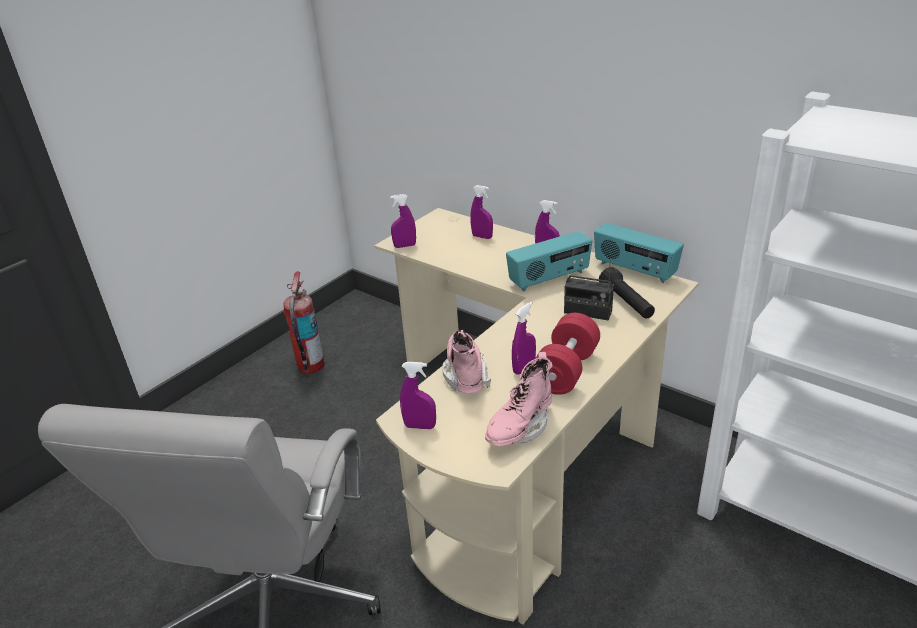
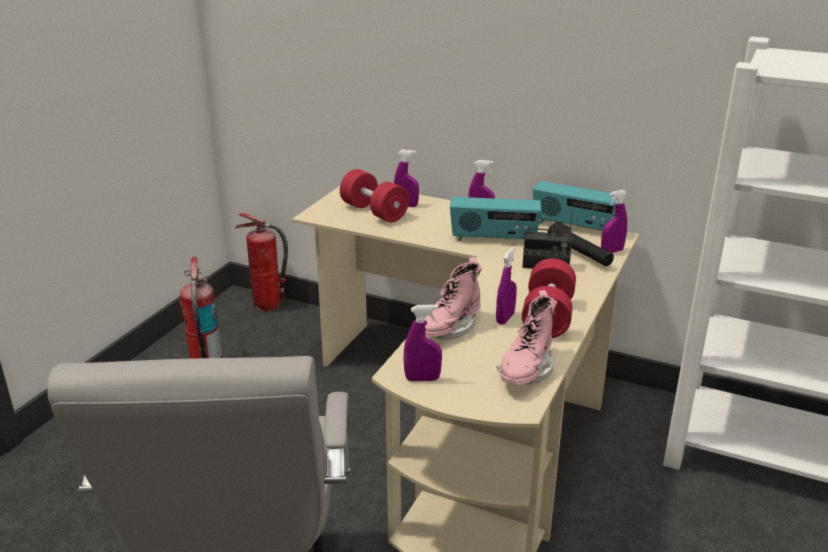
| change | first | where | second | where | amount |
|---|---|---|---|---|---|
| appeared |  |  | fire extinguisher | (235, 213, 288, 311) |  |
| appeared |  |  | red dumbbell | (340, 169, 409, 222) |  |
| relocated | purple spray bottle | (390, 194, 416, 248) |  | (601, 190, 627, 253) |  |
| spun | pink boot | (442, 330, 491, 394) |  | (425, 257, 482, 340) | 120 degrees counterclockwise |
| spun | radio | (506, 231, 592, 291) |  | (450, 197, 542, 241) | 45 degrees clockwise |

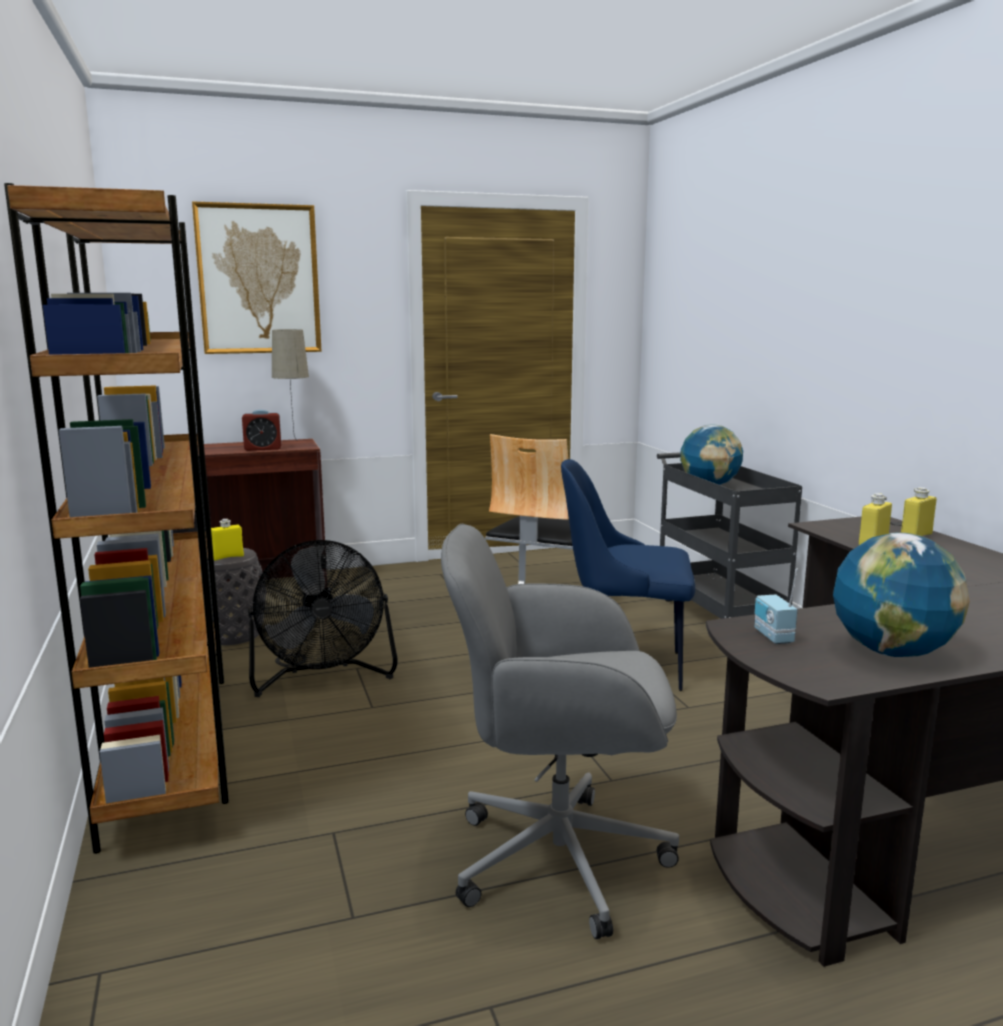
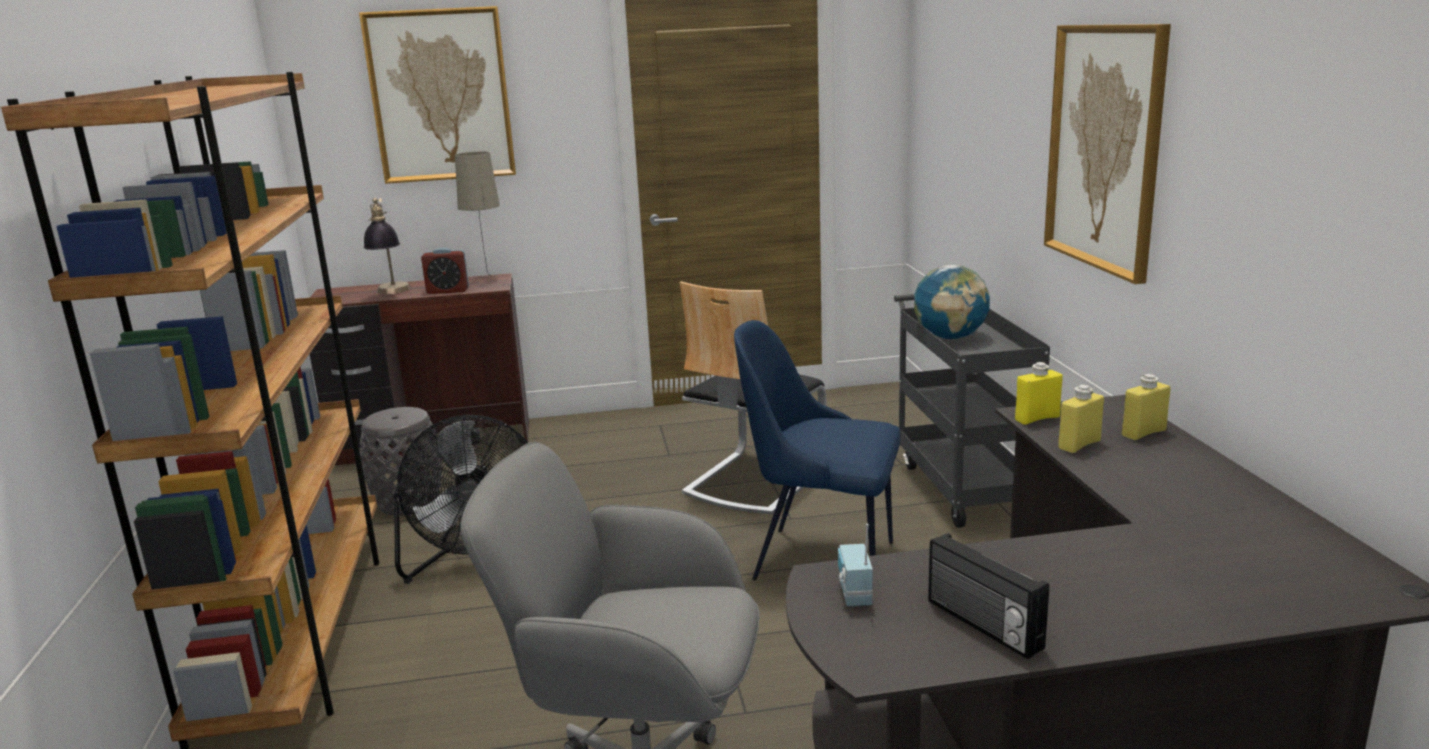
| change | first | where | second | where | amount |
|---|---|---|---|---|---|
| appeared |  |  | table lamp | (364, 198, 411, 294) |  |
| appeared |  |  | picture | (1044, 24, 1171, 284) |  |
| relocated | yellow bottle | (211, 519, 244, 560) |  | (1015, 362, 1063, 425) |  |
| exchanged | globe | (833, 532, 970, 657) | radio | (928, 533, 1049, 659) |  |

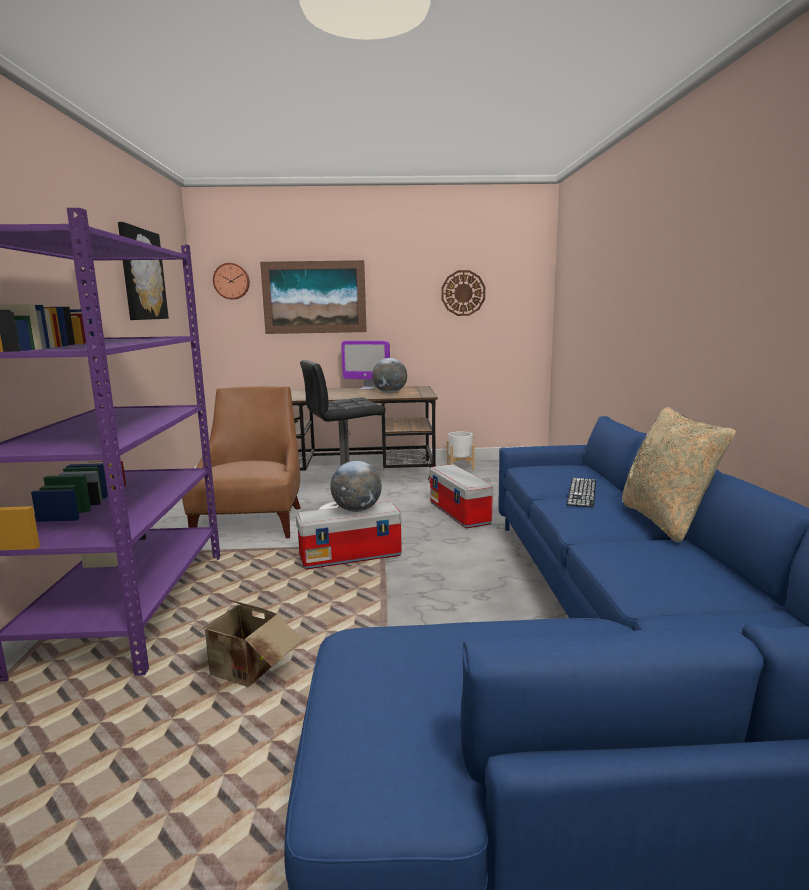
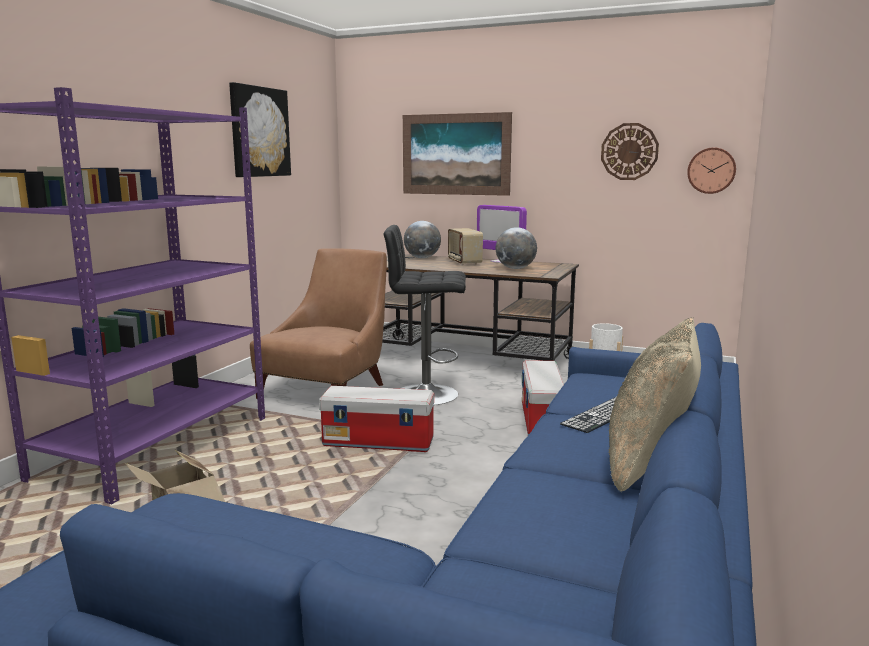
| change | first | where | second | where | amount |
|---|---|---|---|---|---|
| appeared |  |  | radio | (448, 228, 483, 265) |  |
| relocated | wall clock | (213, 263, 250, 300) |  | (687, 148, 736, 194) |  |
| relocated | globe | (331, 461, 382, 512) |  | (404, 221, 441, 258) |  |

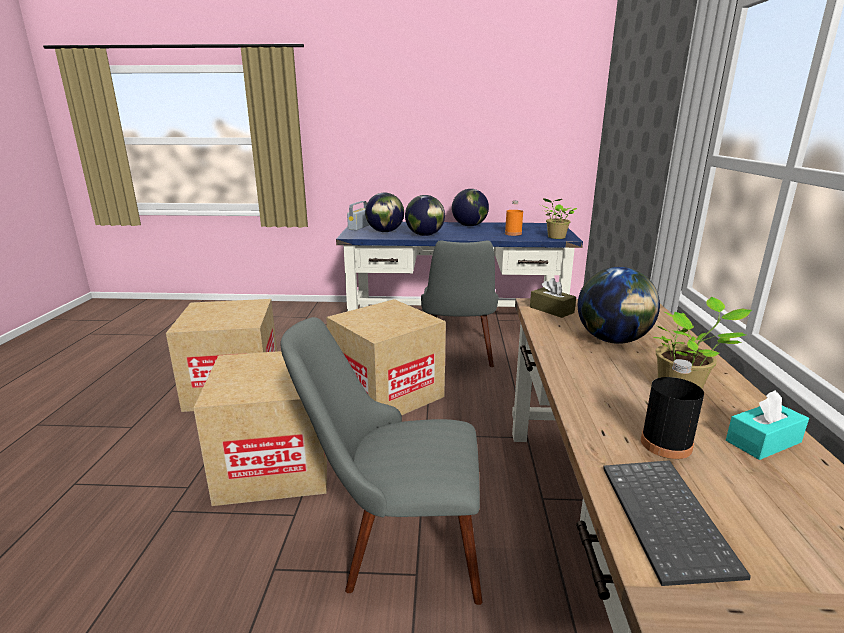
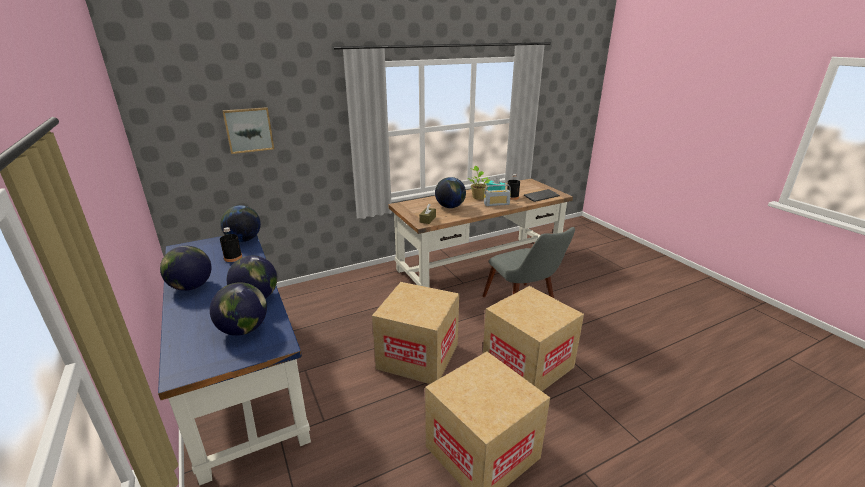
| change | first | where | second | where | amount |
|---|---|---|---|---|---|
| missing | grey chair | (421, 240, 498, 367) |  |  |  |
| appeared |  |  | picture | (222, 107, 274, 154) |  |
| relocated | radio | (347, 201, 369, 230) |  | (484, 184, 511, 206) |  |
| exchanged | potted plant | (541, 198, 577, 239) | globe | (221, 205, 261, 242) |  |
| colour | orange bottle | (505, 201, 523, 236) | black bottle | (220, 227, 242, 262) |  |

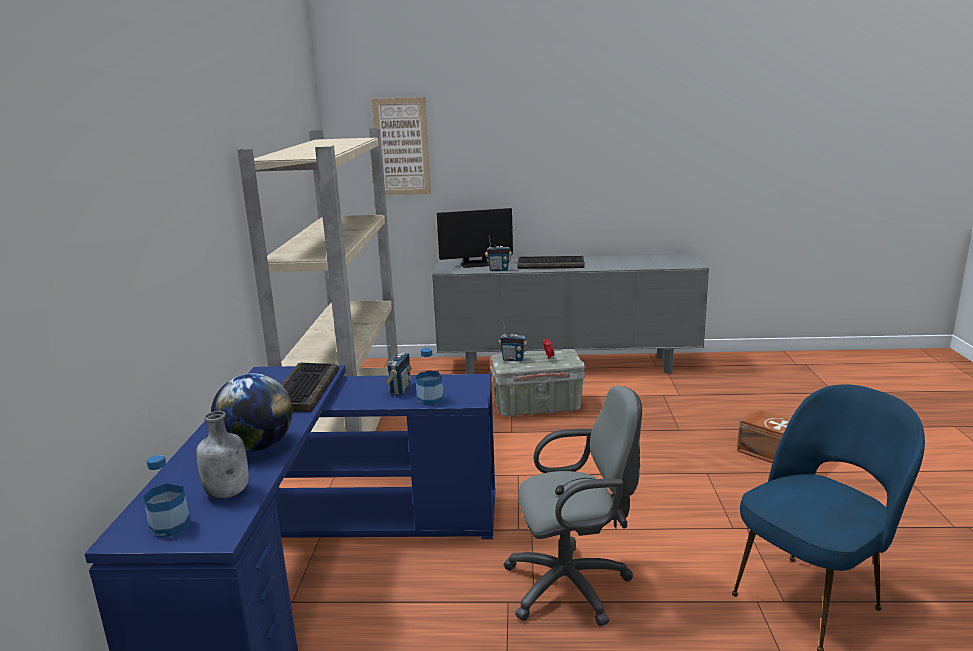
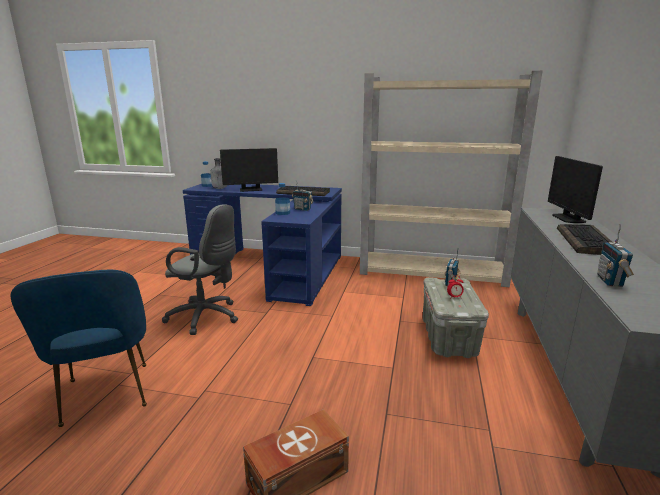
| change | first | where | second | where | amount |
|---|---|---|---|---|---|
| missing | picture | (372, 97, 431, 195) |  |  |  |
| relocated | radio | (485, 237, 512, 271) |  | (597, 224, 634, 287) |  |
| exchanged | globe | (211, 373, 293, 452) | monitor | (220, 148, 278, 192) |  |
| spun | grey office chair | (503, 386, 642, 626) |  | (162, 205, 238, 335) | 75 degrees counterclockwise |

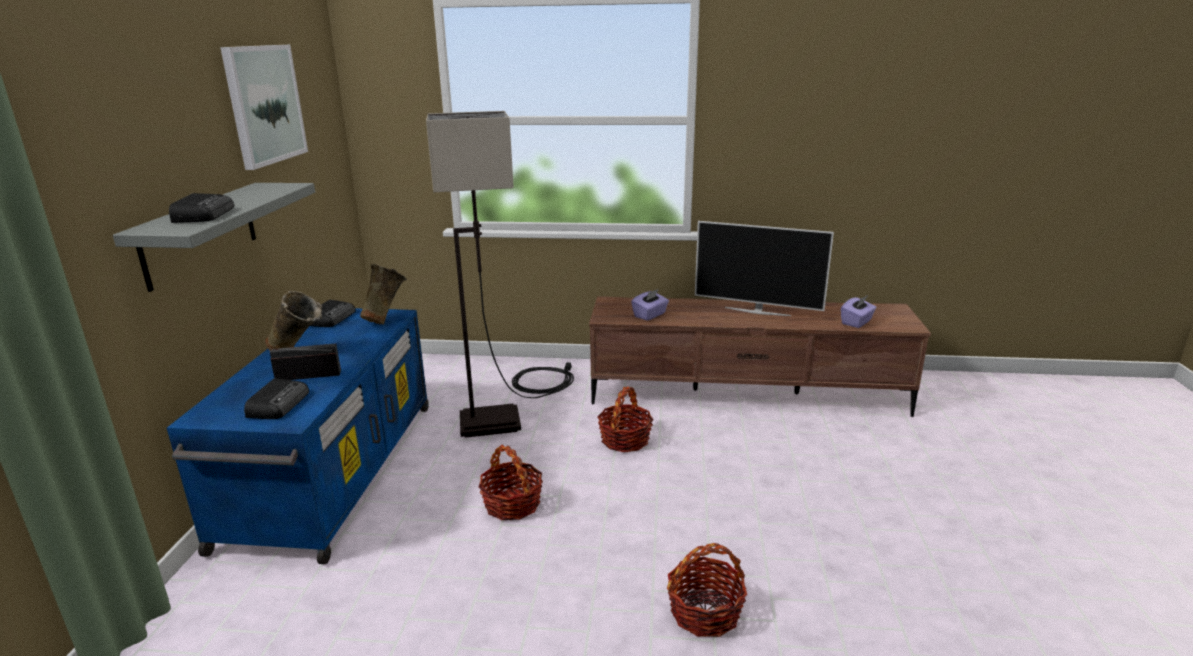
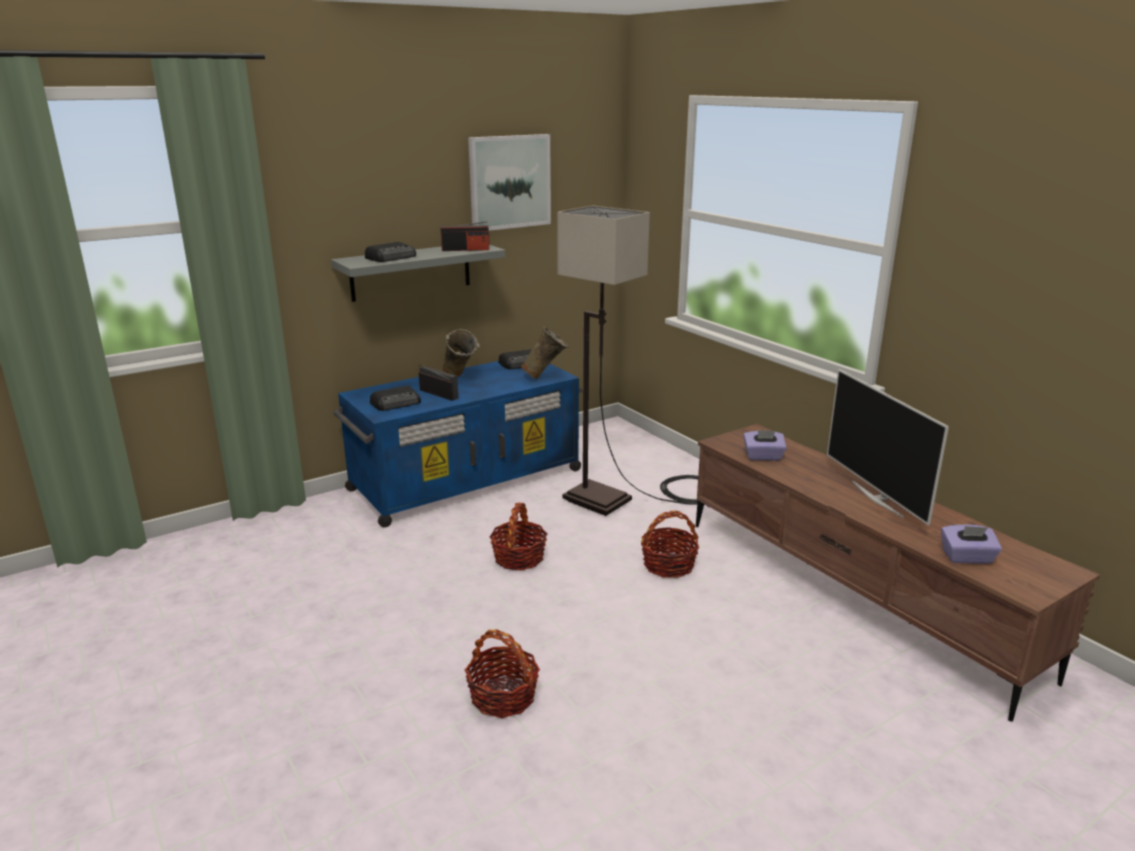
| change | first | where | second | where | amount |
|---|---|---|---|---|---|
| appeared |  |  | radio | (440, 221, 489, 251) |  |

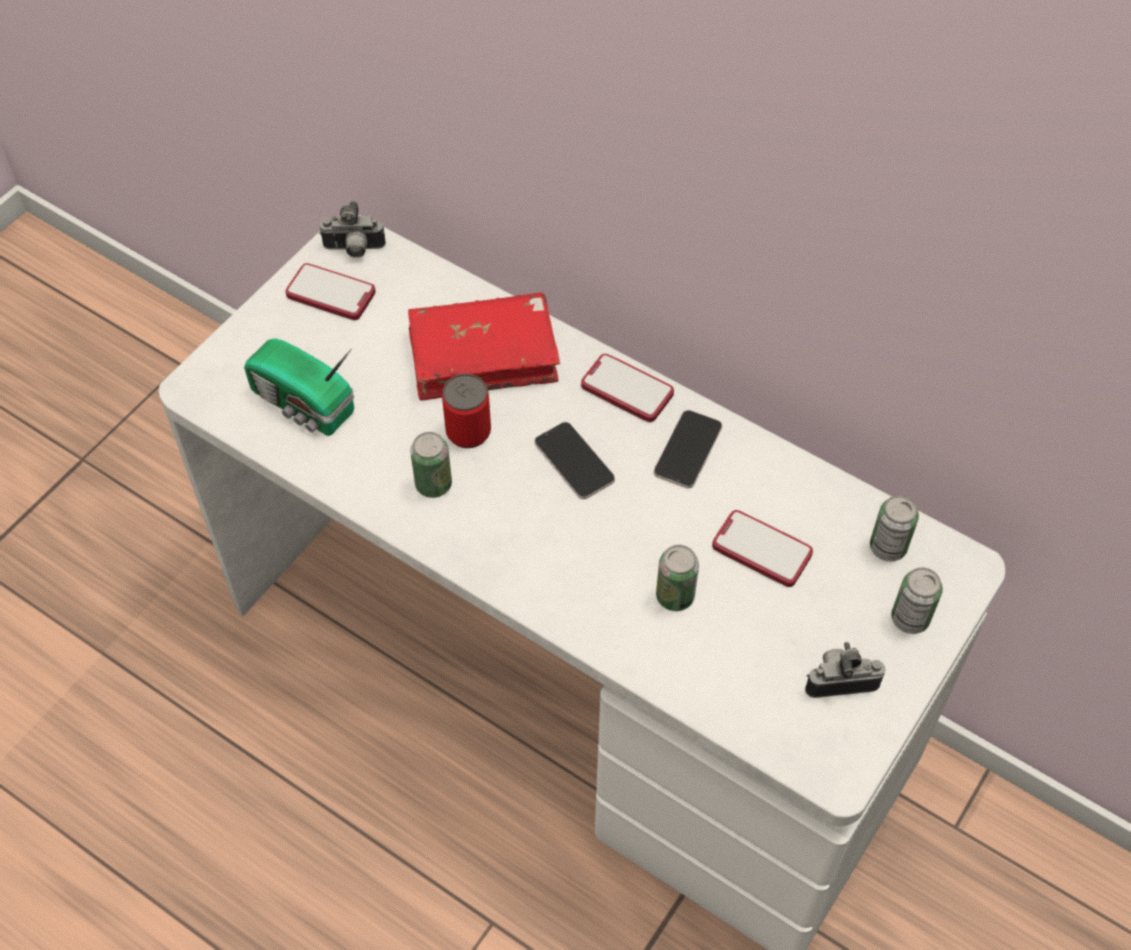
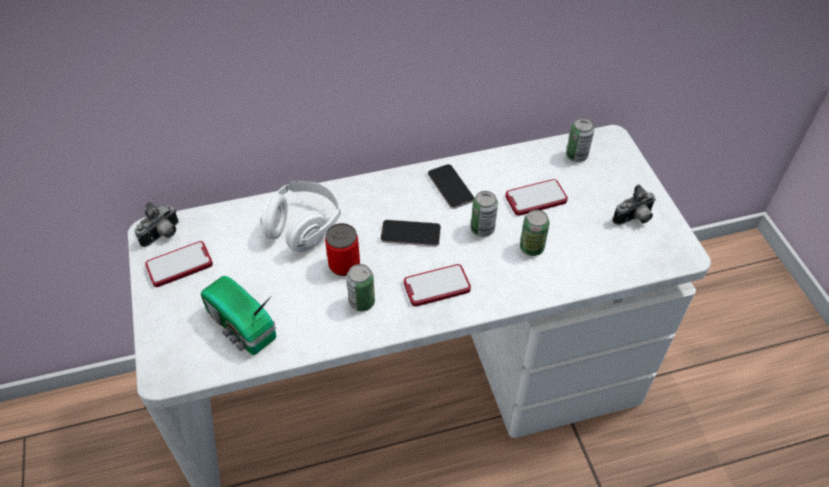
| change | first | where | second | where | amount |
|---|---|---|---|---|---|
| relocated | phone | (581, 354, 674, 422) |  | (404, 264, 471, 307) |  |
| relocated | can | (891, 567, 943, 634) |  | (471, 191, 498, 237) |  |
| exchanged | red book | (408, 292, 560, 401) | white headphones | (260, 181, 341, 252) |  |
| spun | radio | (244, 338, 354, 436) |  | (201, 276, 276, 355) | 60 degrees clockwise |
| spun | photo camera | (805, 642, 885, 698) |  | (612, 184, 656, 225) | 150 degrees counterclockwise |

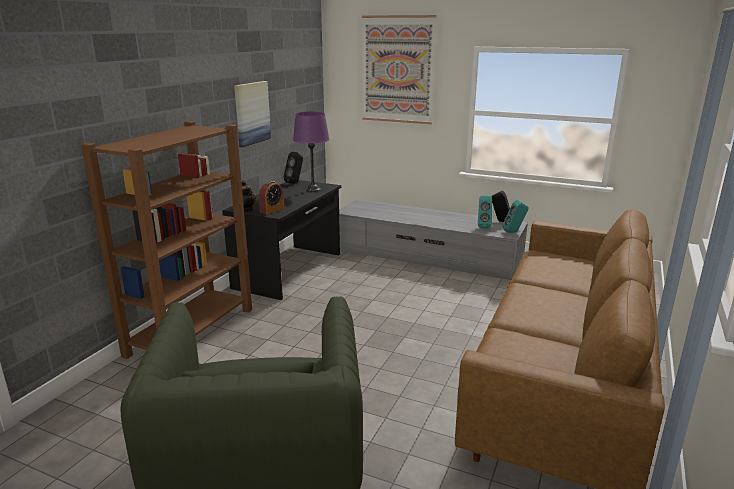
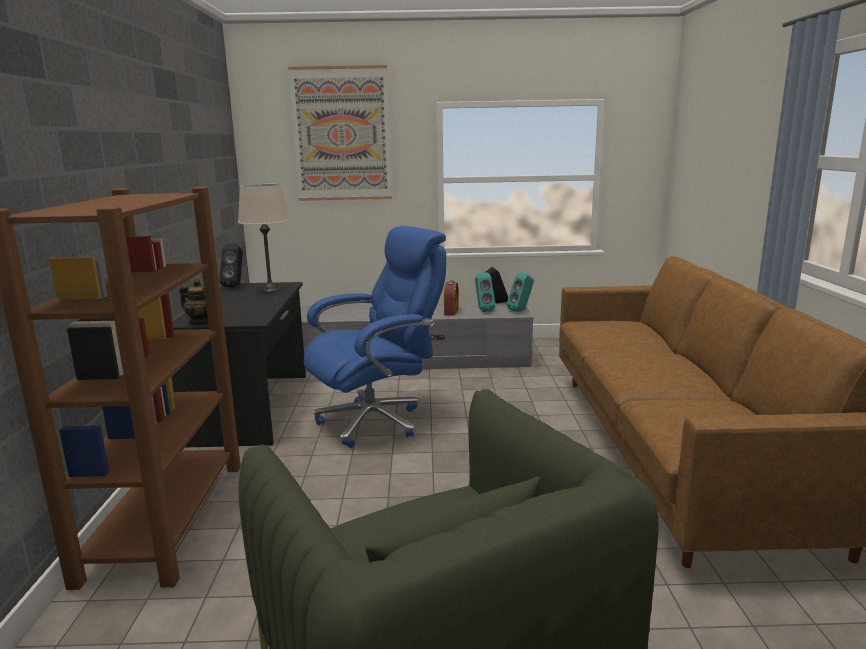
| change | first | where | second | where | amount |
|---|---|---|---|---|---|
| missing | picture | (234, 81, 271, 147) |  |  |  |
| appeared |  |  | blue office chair | (304, 226, 446, 448) |  |
| relocated | alarm clock | (259, 181, 284, 215) |  | (444, 280, 459, 316) |  |
| colour | purple table lamp | (293, 111, 330, 191) | beige table lamp | (238, 184, 289, 293) |  |

